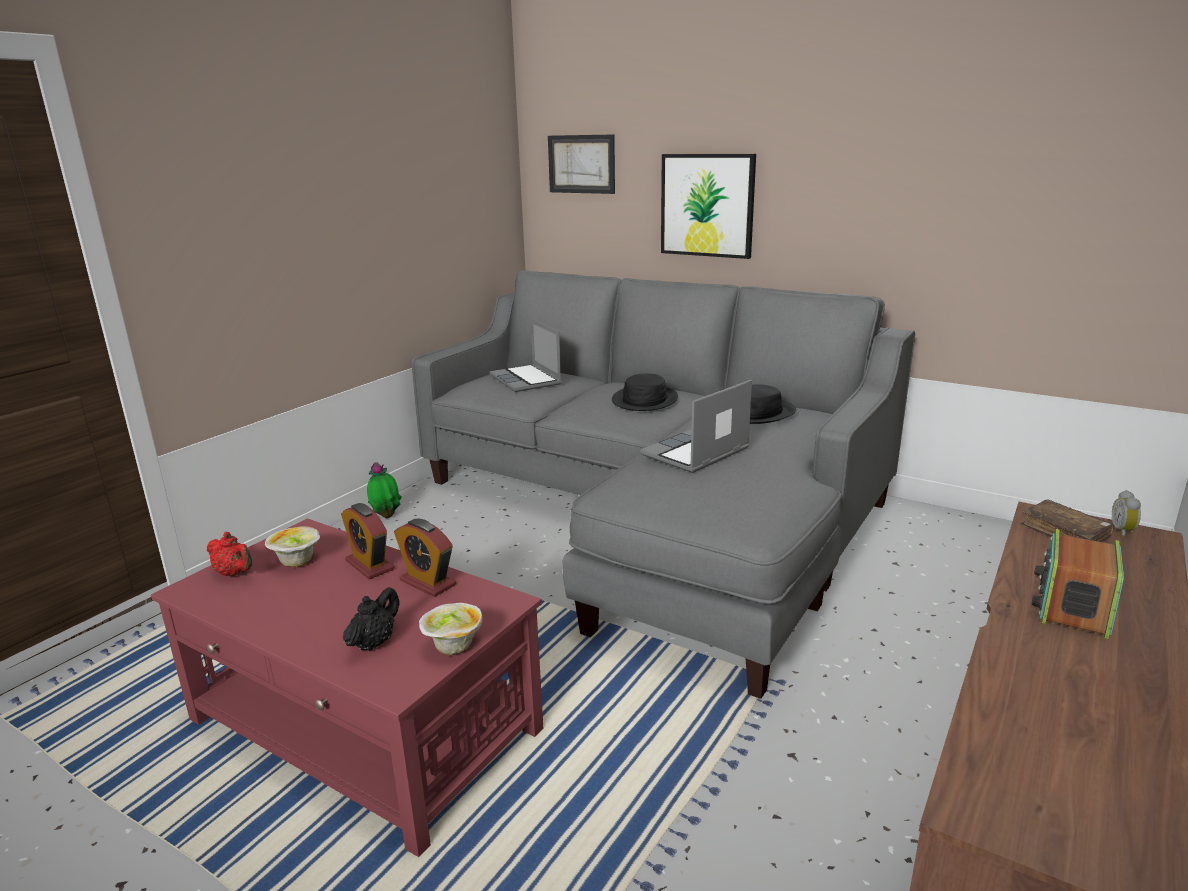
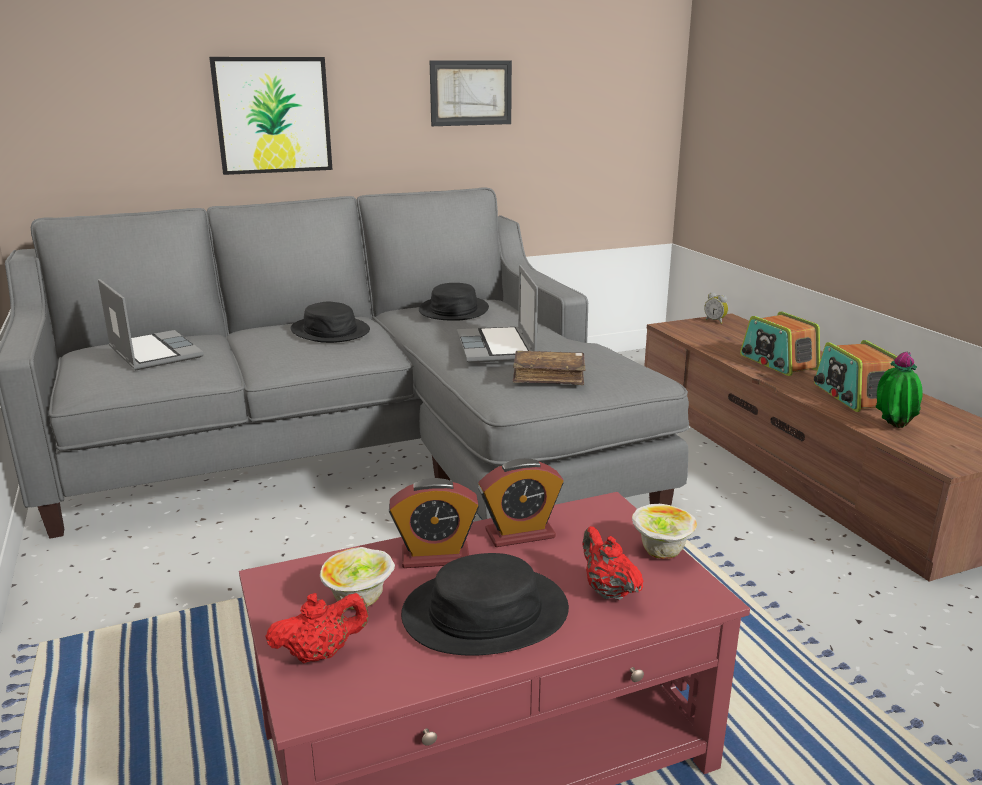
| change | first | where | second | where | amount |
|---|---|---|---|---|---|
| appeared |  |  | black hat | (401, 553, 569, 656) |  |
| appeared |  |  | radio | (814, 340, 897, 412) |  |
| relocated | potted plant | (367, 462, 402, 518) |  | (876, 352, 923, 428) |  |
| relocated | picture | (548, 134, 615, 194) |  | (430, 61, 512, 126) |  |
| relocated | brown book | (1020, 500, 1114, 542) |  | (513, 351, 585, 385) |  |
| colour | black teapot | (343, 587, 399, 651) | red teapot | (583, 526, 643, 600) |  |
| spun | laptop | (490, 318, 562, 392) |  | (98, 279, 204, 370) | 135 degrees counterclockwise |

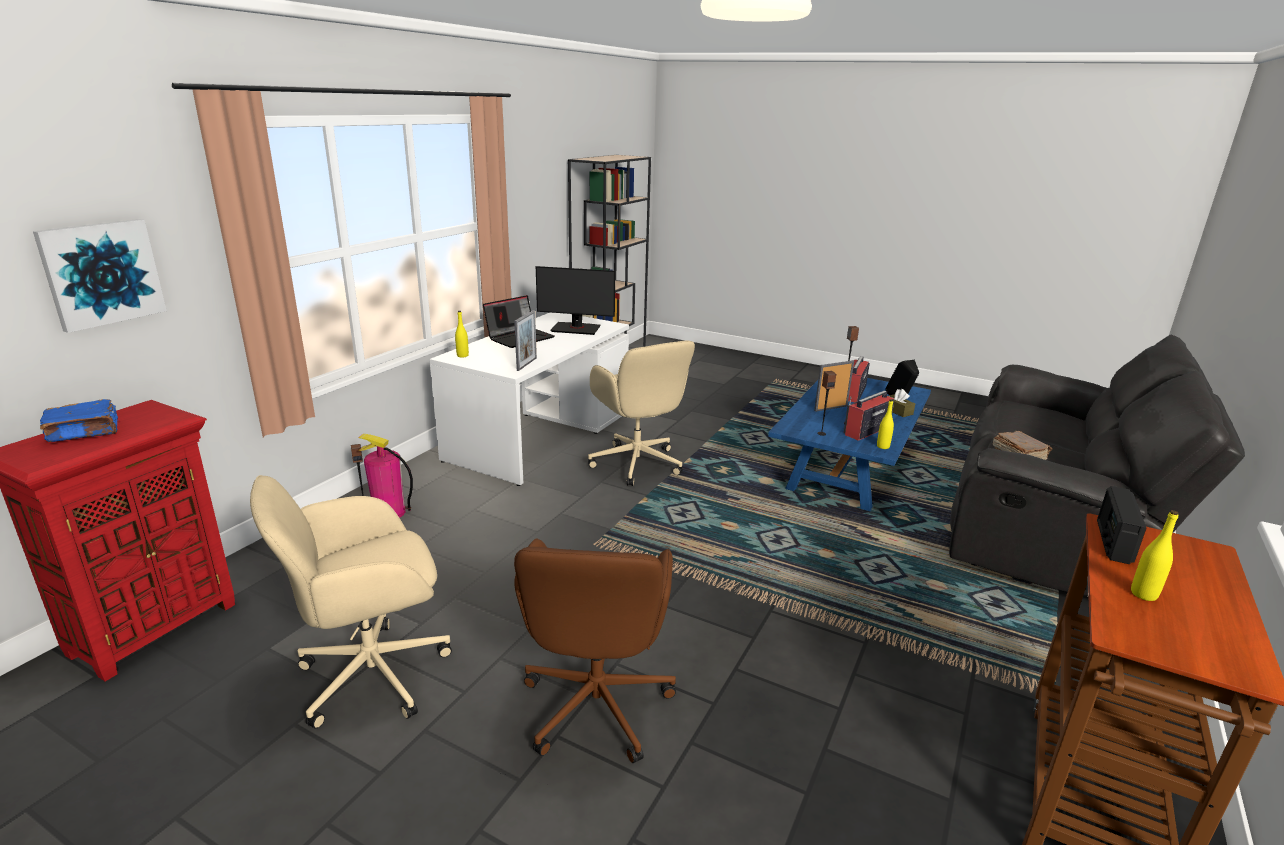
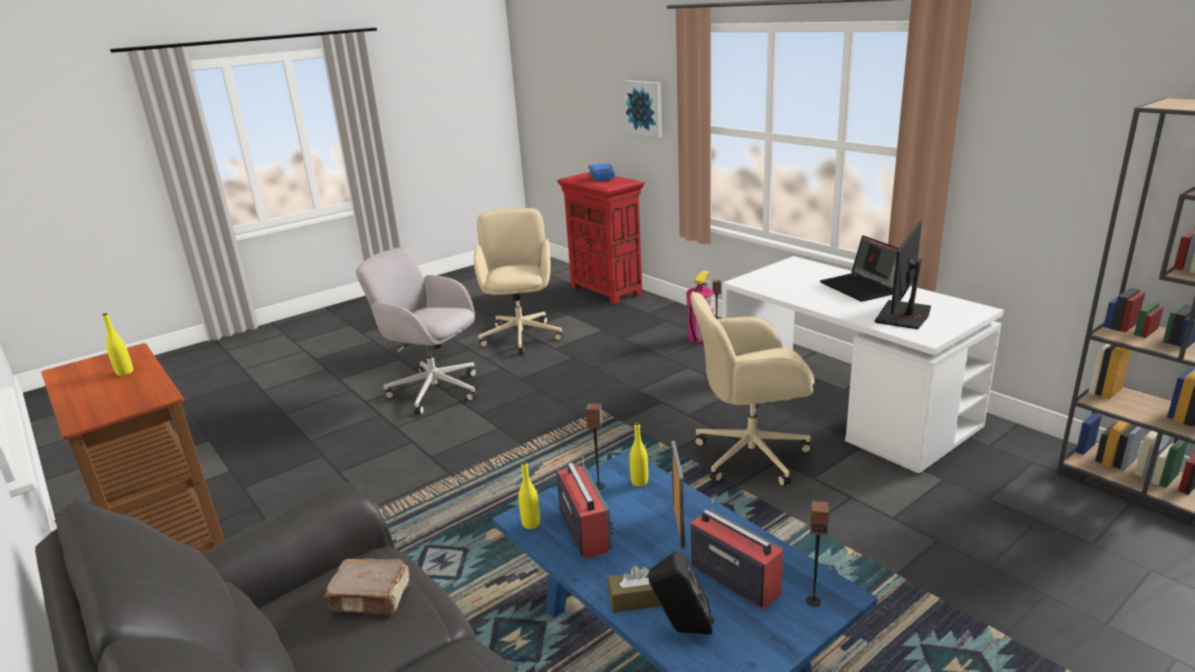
| change | first | where | second | where | amount |
|---|---|---|---|---|---|
| missing | picture frame | (514, 310, 537, 371) |  |  |  |
| missing | radio | (1097, 486, 1147, 564) |  |  |  |
| relocated | yellow bottle | (455, 311, 469, 357) |  | (629, 422, 648, 487) |  |
| colour | brown office chair | (514, 538, 676, 763) | grey office chair | (356, 247, 477, 414) |  |

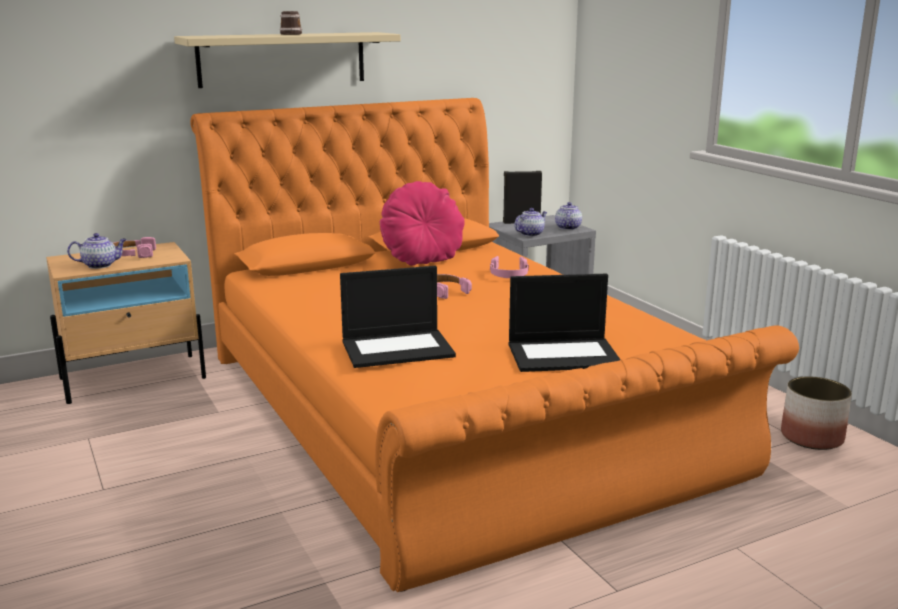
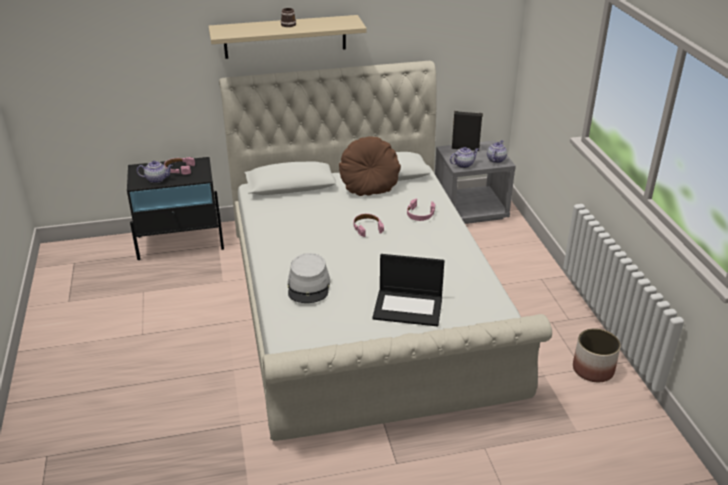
| change | first | where | second | where | amount |
|---|---|---|---|---|---|
| exchanged | laptop | (340, 266, 456, 368) | grey hat | (288, 253, 331, 303) |  |
| colour | beige nightstand | (46, 242, 206, 404) | black nightstand | (127, 157, 224, 260) |  |
| colour | orange bed | (190, 98, 799, 592) | beige bed | (219, 61, 552, 441) |  |
| colour | pink pillow | (380, 181, 465, 265) | brown pillow | (339, 136, 401, 196) |  |

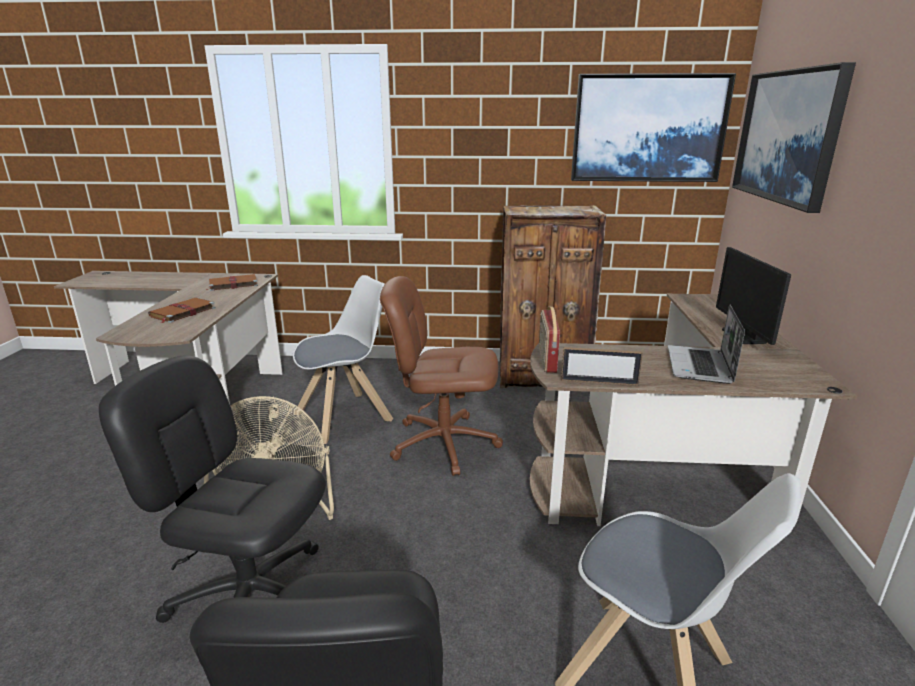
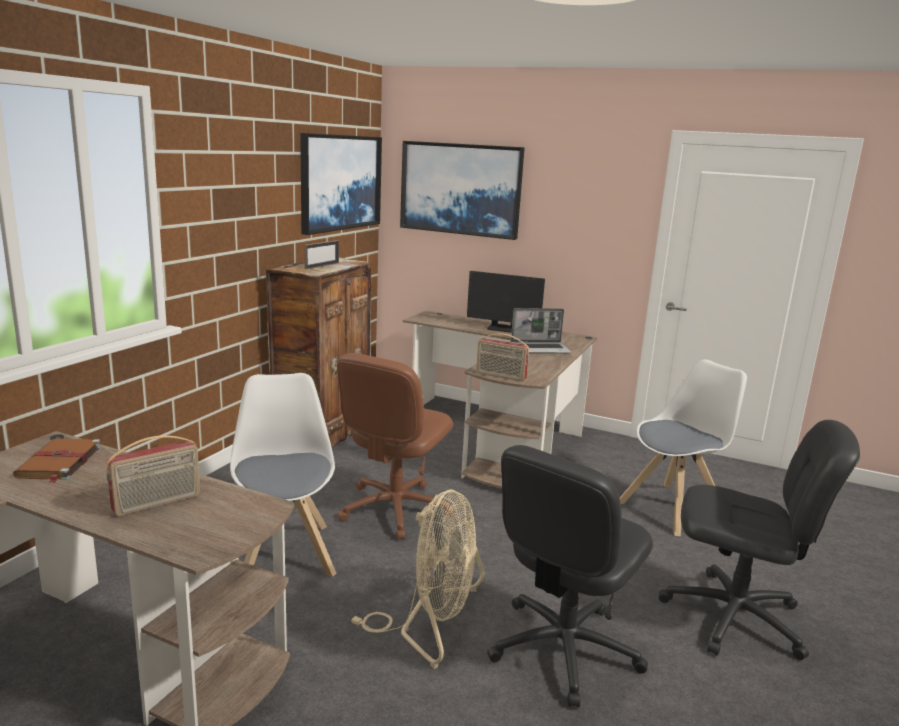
| change | first | where | second | where | amount |
|---|---|---|---|---|---|
| relocated | picture frame | (561, 347, 643, 385) |  | (304, 240, 339, 269) |  |
| exchanged | brown book | (148, 298, 216, 323) | radio | (106, 435, 200, 516) |  |
| spun | laptop | (668, 305, 745, 384) |  | (511, 308, 572, 354) | 45 degrees counterclockwise |

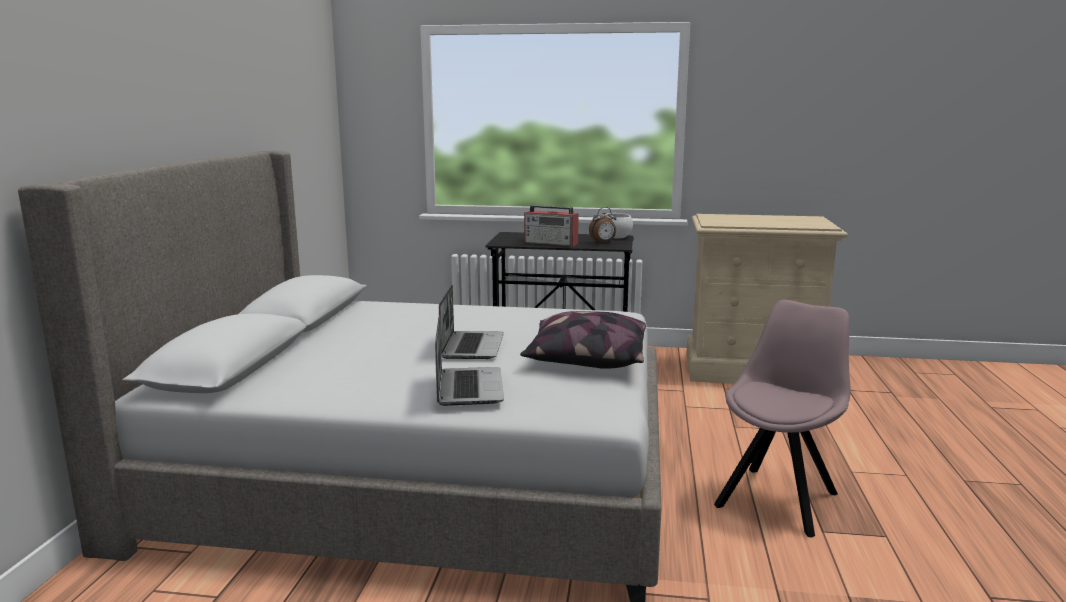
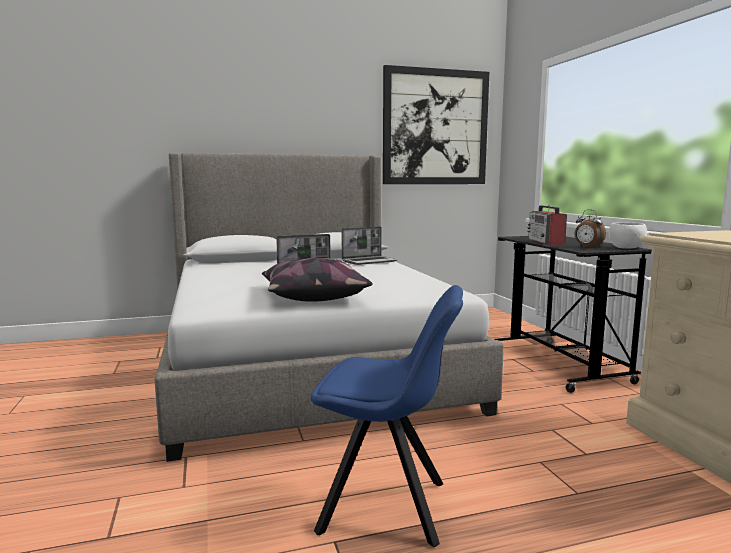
| change | first | where | second | where | amount |
|---|---|---|---|---|---|
| appeared |  |  | picture | (383, 65, 489, 184) |  |
| relocated | laptop | (435, 315, 504, 406) |  | (342, 226, 397, 265) |  |
| colour | pink chair | (714, 300, 851, 537) | blue chair | (311, 285, 463, 547) |  |

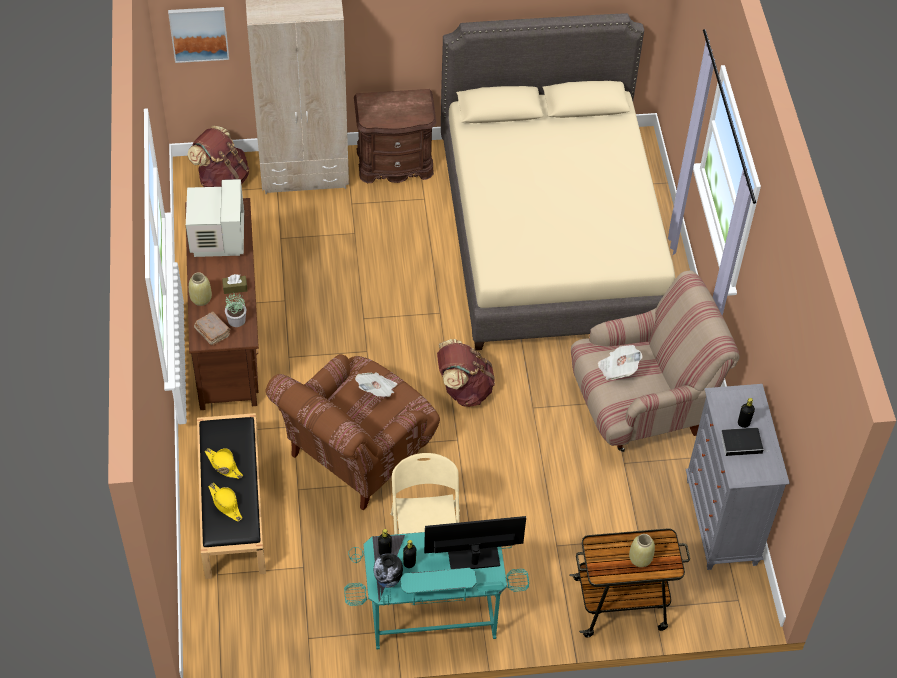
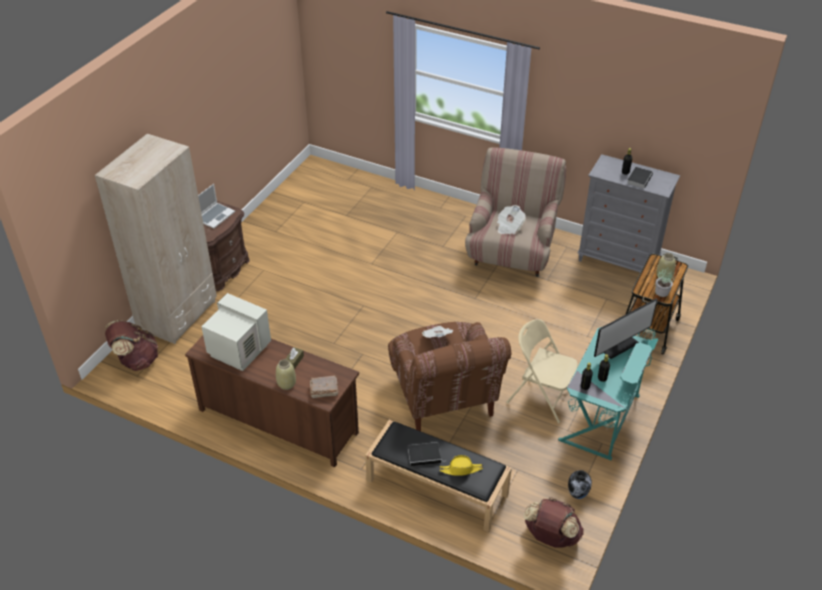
| change | first | where | second | where | amount |
|---|---|---|---|---|---|
| missing | picture | (168, 7, 229, 63) |  |  |  |
| missing | beige bed | (441, 13, 675, 350) |  |  |  |
| appeared |  |  | laptop | (198, 184, 235, 228) |  |
| relocated | potted plant | (225, 293, 246, 327) |  | (655, 269, 674, 297) |  |
| relocated | vase | (374, 553, 403, 588) |  | (568, 470, 592, 499) |  |
| relocated | brown backpack | (437, 339, 495, 407) |  | (524, 497, 583, 548) |  |
| exchanged | yellow hat | (205, 448, 243, 479) | book | (408, 442, 447, 466) |  |
| spun | monitor | (424, 516, 526, 569) |  | (594, 298, 658, 359) | 150 degrees counterclockwise |

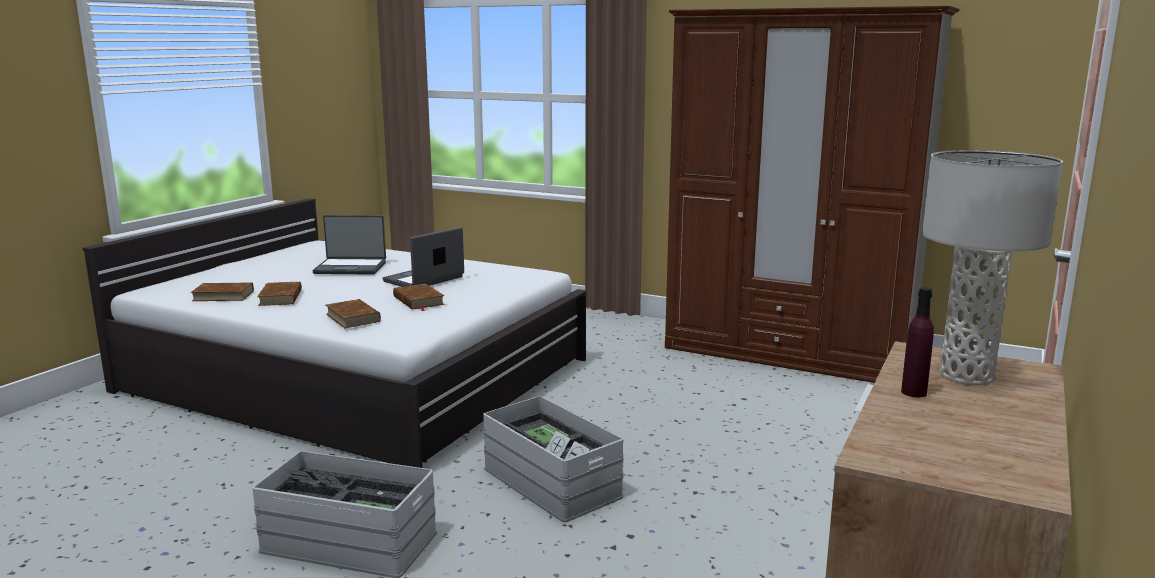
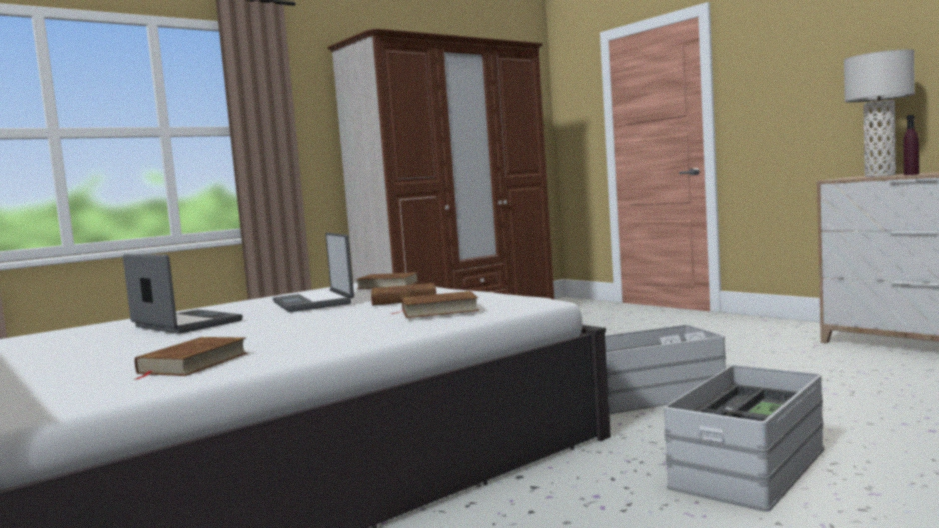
| change | first | where | second | where | amount |
|---|---|---|---|---|---|
| relocated | brown book | (257, 281, 302, 306) |  | (355, 272, 419, 289) |  |
| spun | laptop | (312, 215, 386, 275) |  | (123, 254, 243, 334) | 75 degrees counterclockwise |

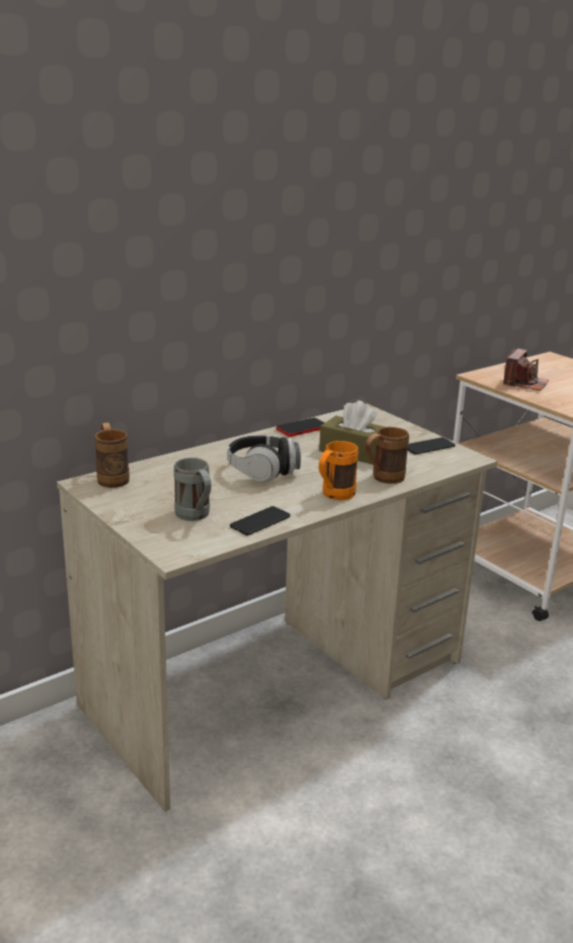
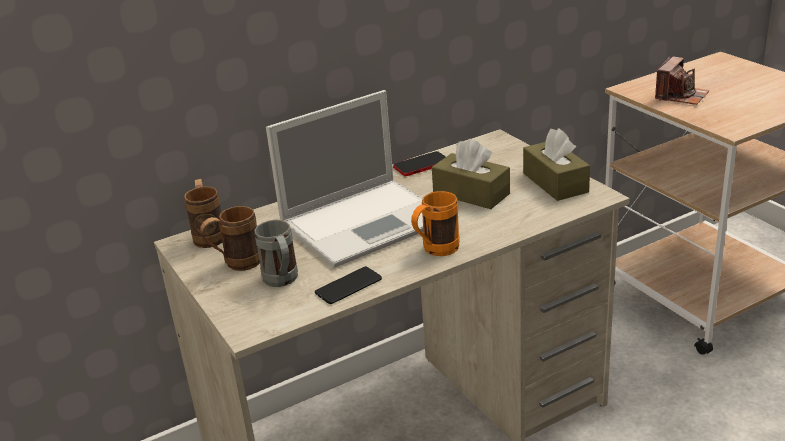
| change | first | where | second | where | amount |
|---|---|---|---|---|---|
| relocated | brown mug | (365, 427, 409, 484) |  | (200, 206, 260, 271) |  |
| exchanged | headphones | (227, 435, 301, 482) | laptop | (266, 90, 423, 268) |  |
| exchanged | phone | (408, 437, 455, 455) | brown tissue box | (523, 128, 590, 201) |  |

